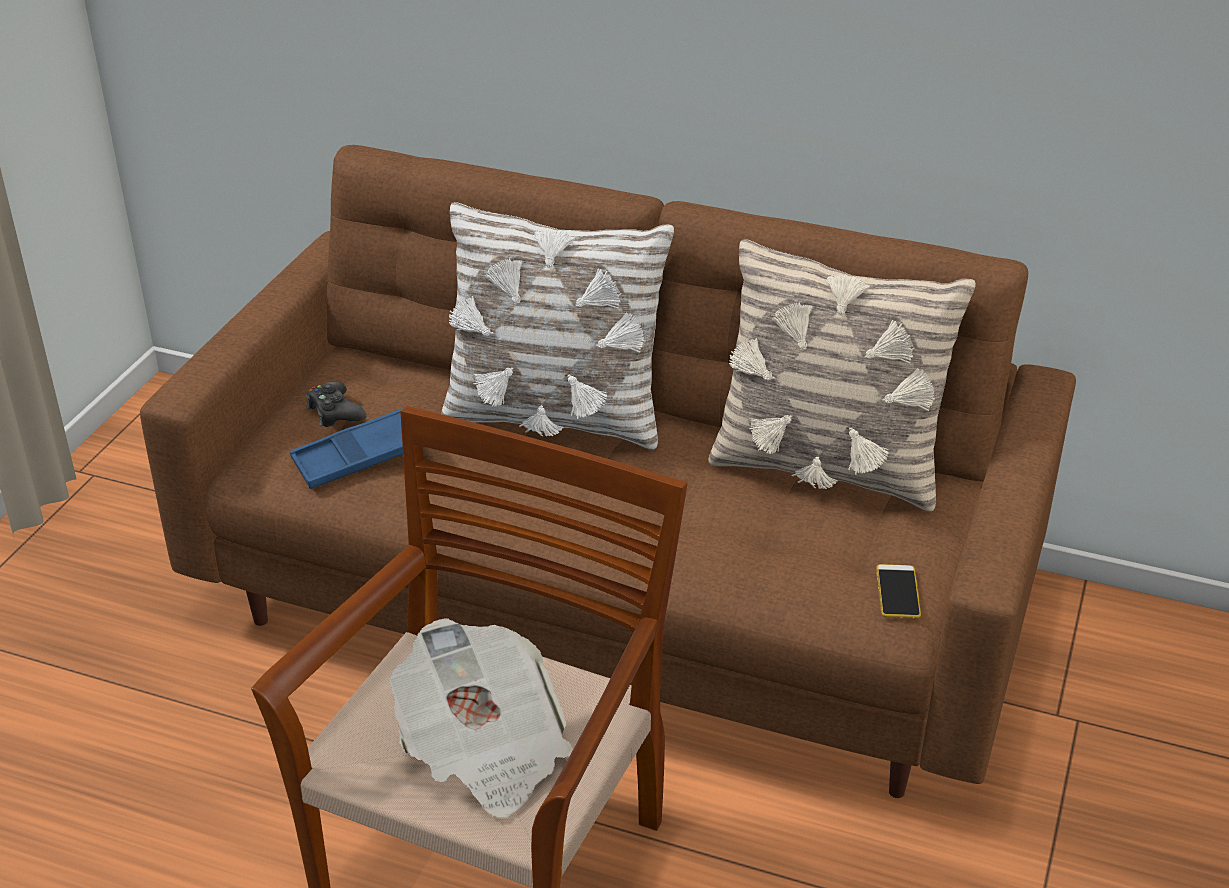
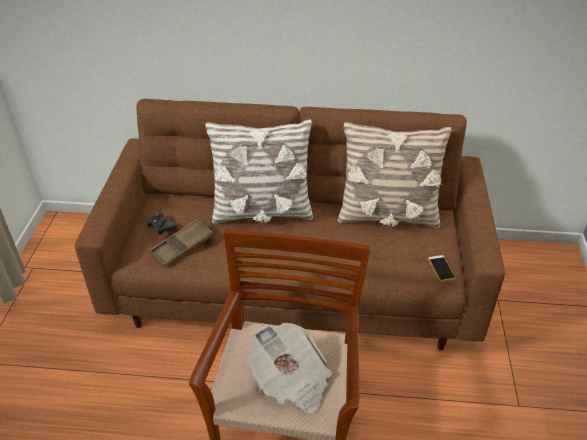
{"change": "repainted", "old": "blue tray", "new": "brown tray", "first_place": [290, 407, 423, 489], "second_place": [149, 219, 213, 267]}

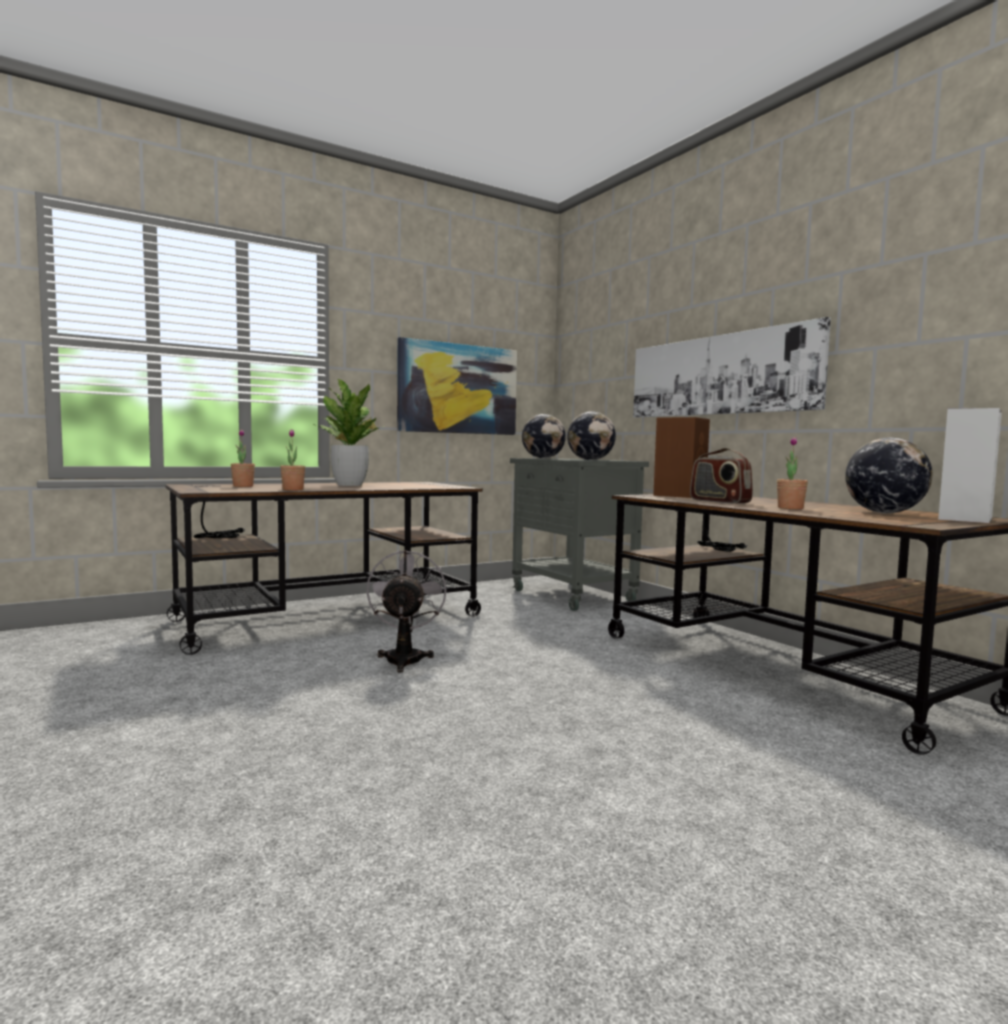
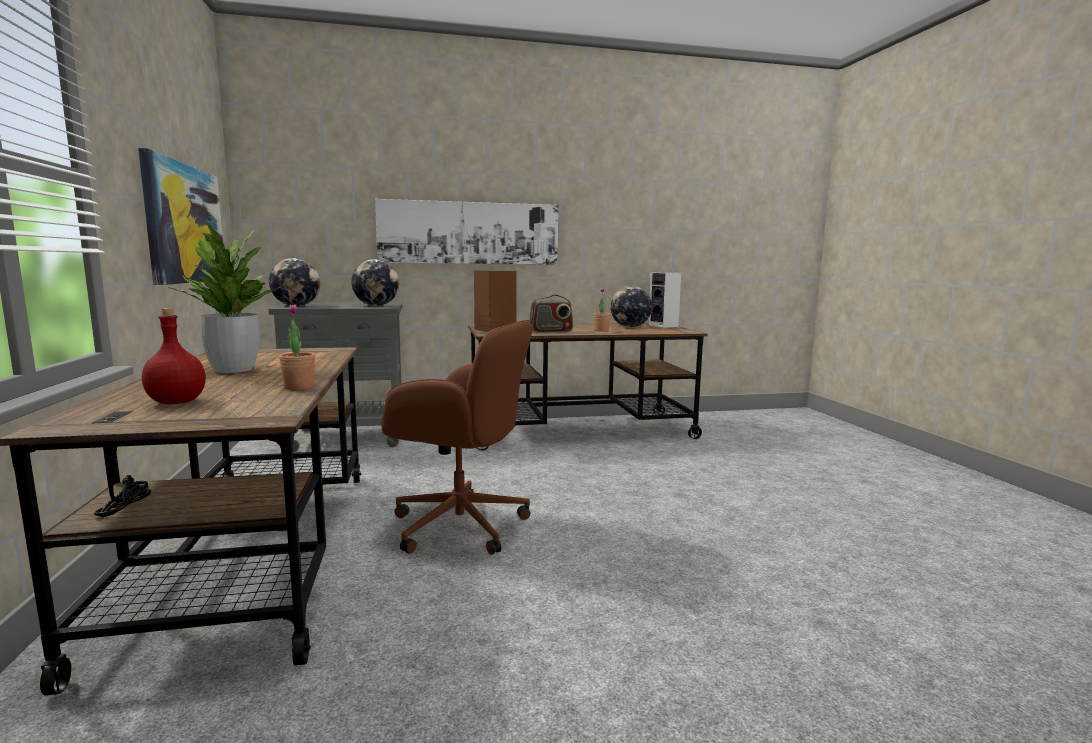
{"change": "swapped", "old": "potted plant", "new": "red bottle", "first_place": [231, 429, 255, 487], "second_place": [142, 308, 206, 404]}
{"change": "swapped", "old": "grey fan", "new": "brown office chair", "first_place": [367, 550, 447, 673], "second_place": [381, 320, 532, 555]}

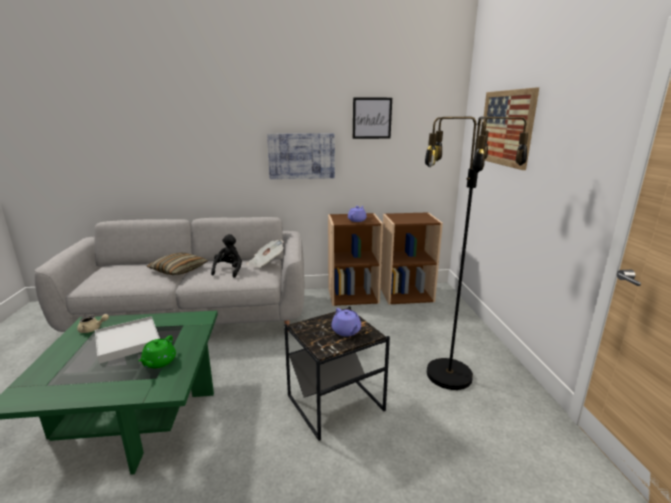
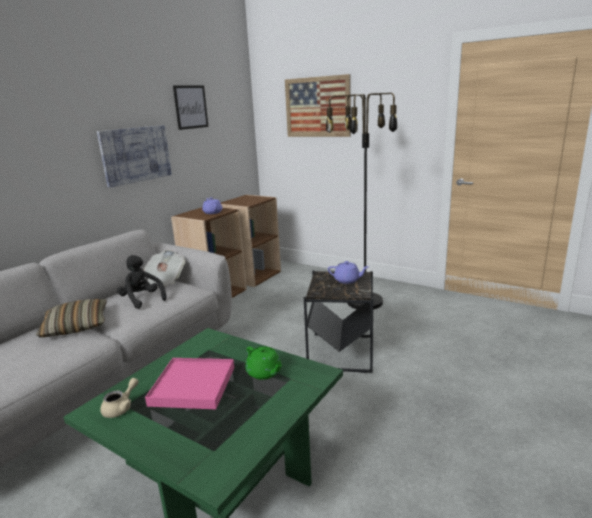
{"change": "repainted", "old": "white tray", "new": "pink tray", "first_place": [95, 316, 160, 364], "second_place": [145, 358, 234, 409]}

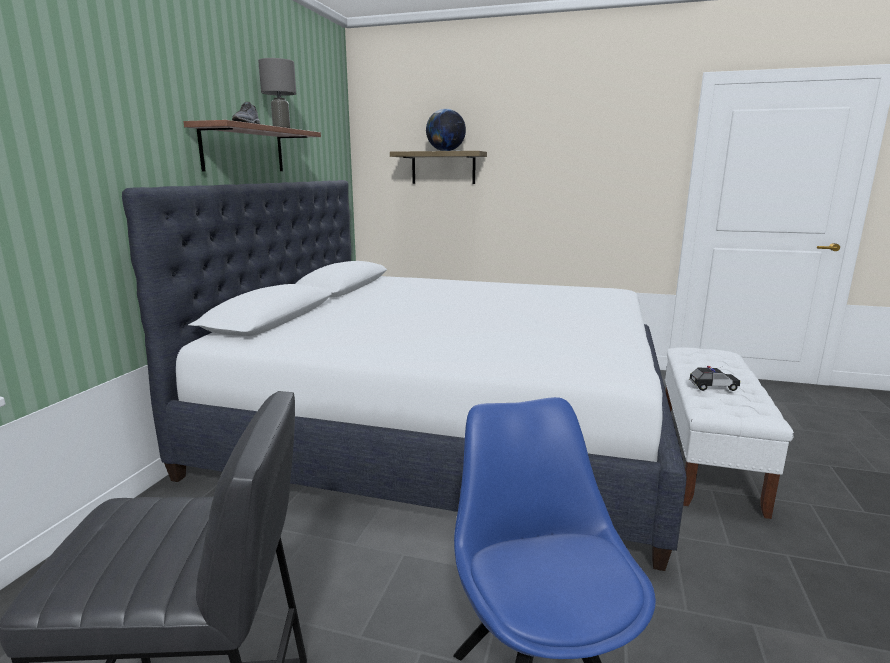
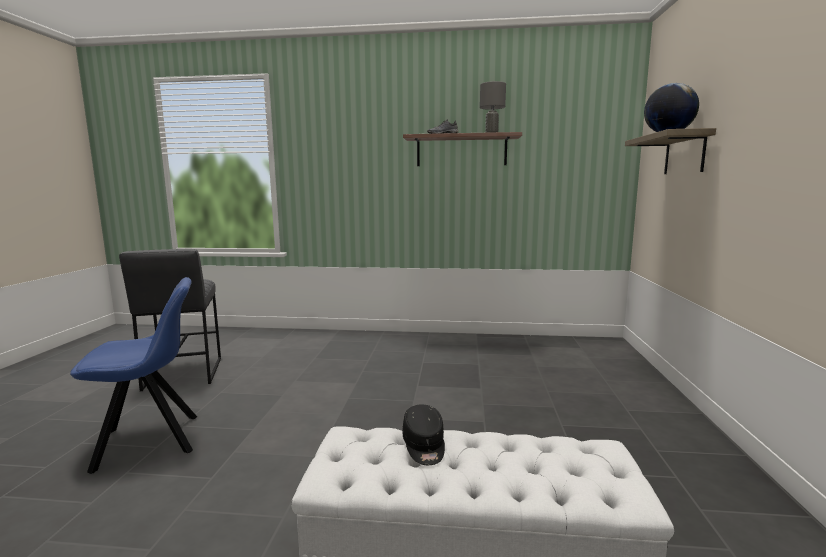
{"change": "gone", "old": "white bed", "first_place": [122, 180, 687, 571]}
{"change": "swapped", "old": "toy car", "new": "black cap", "first_place": [689, 366, 740, 391], "second_place": [403, 405, 445, 465]}

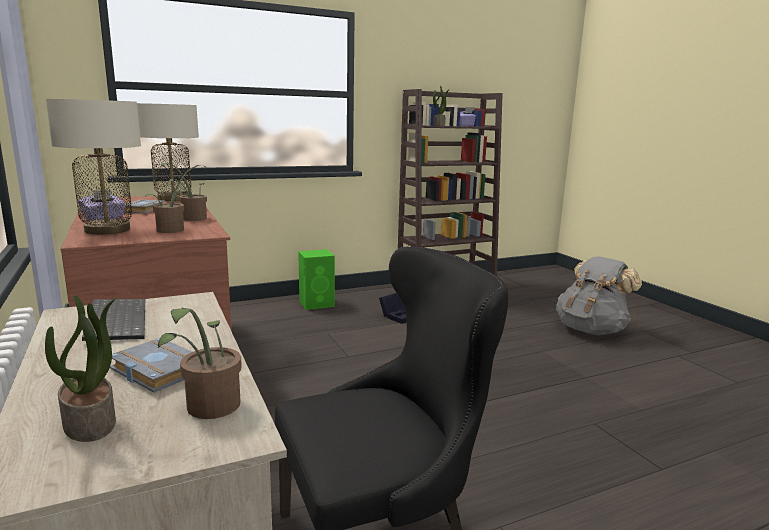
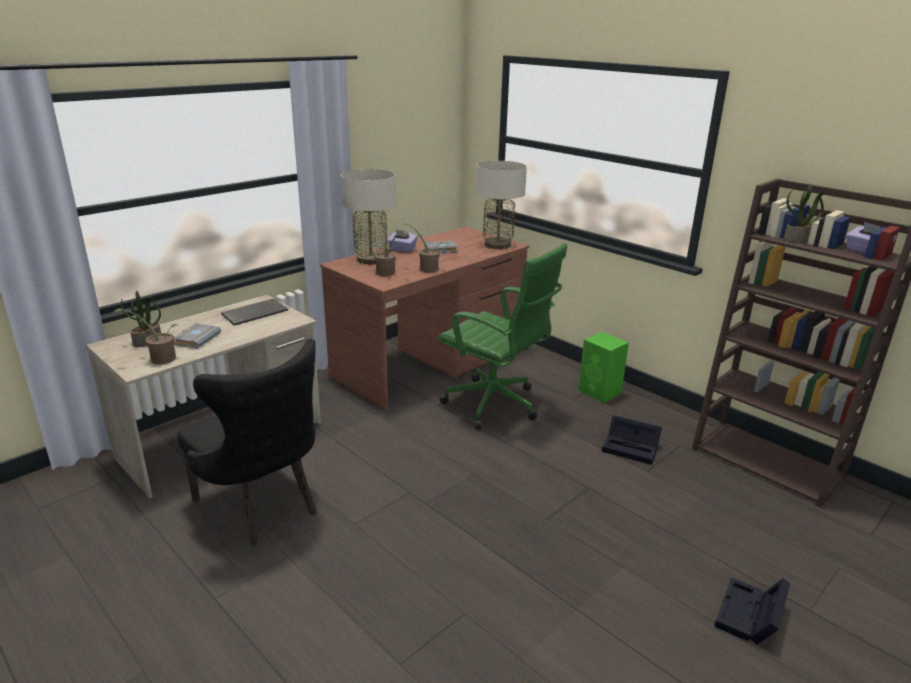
{"change": "swapped", "old": "grey backpack", "new": "black storage box", "first_place": [556, 256, 642, 335], "second_place": [714, 578, 790, 645]}
{"change": "new", "new": "green office chair", "second_place": [438, 243, 567, 429]}

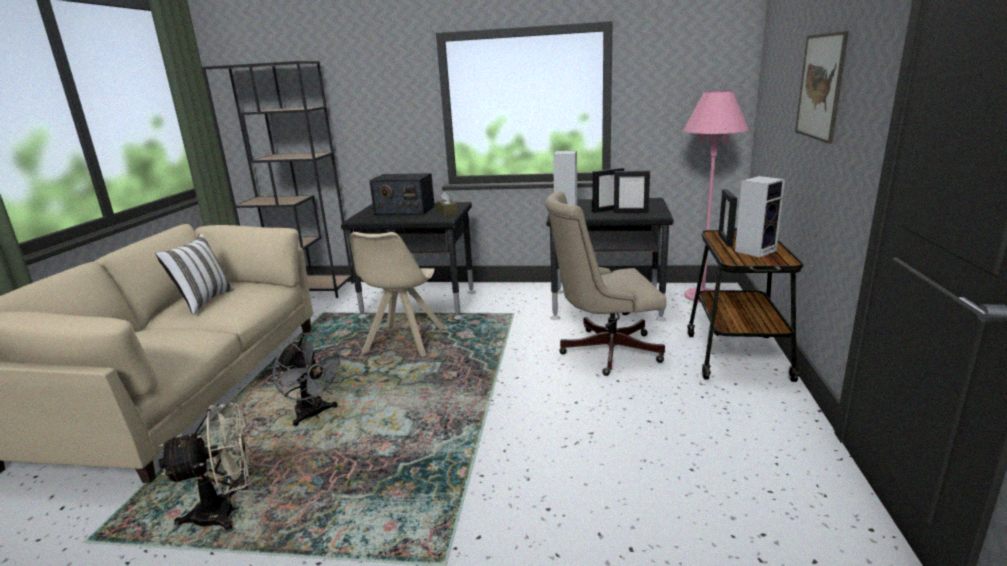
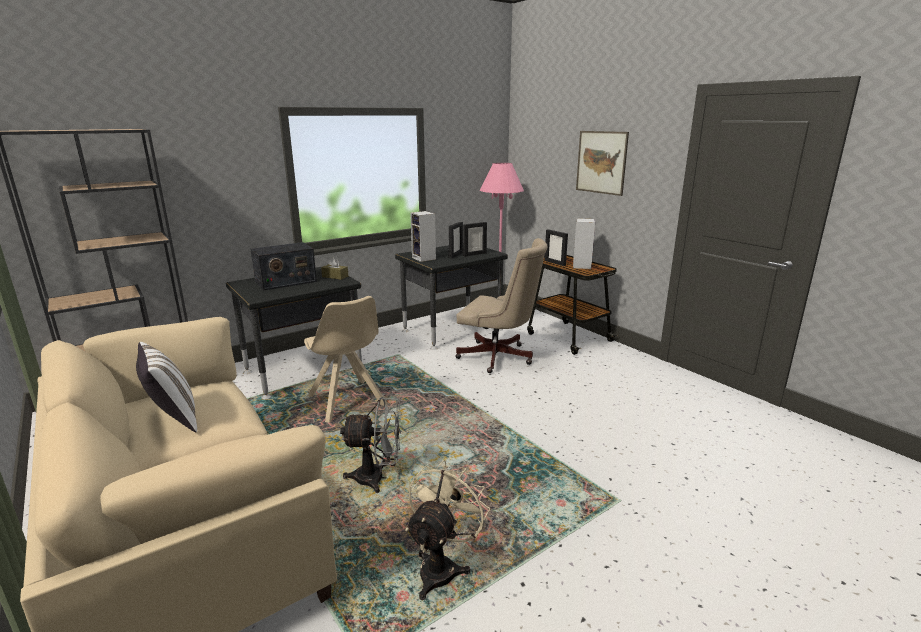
{"change": "rotated", "old": "beige office chair", "first_place": [545, 191, 666, 376], "second_place": [455, 238, 548, 373], "degrees": -105}

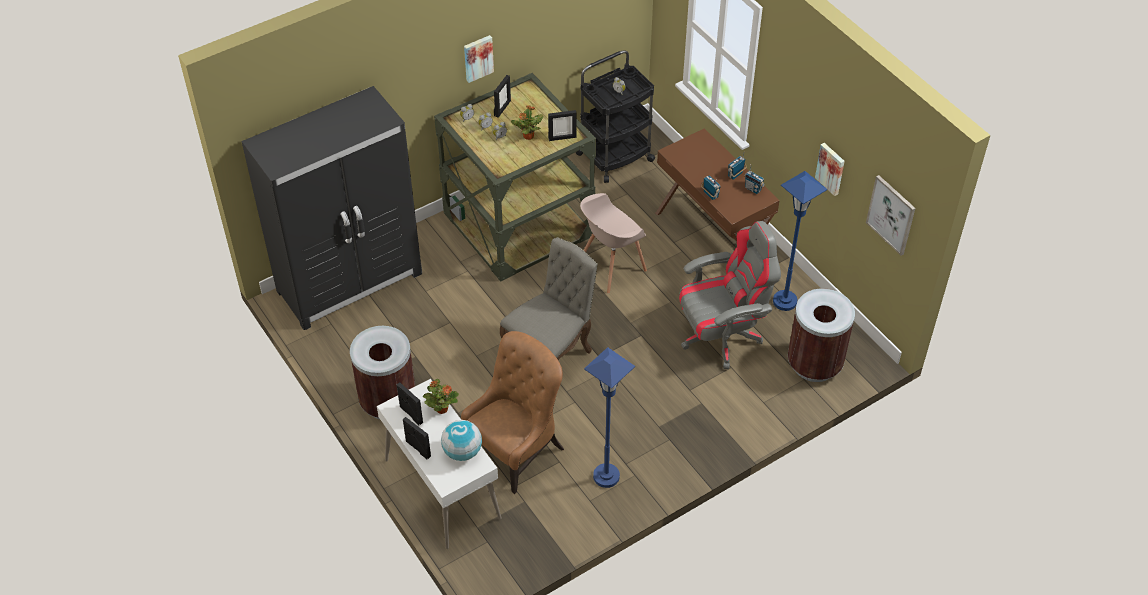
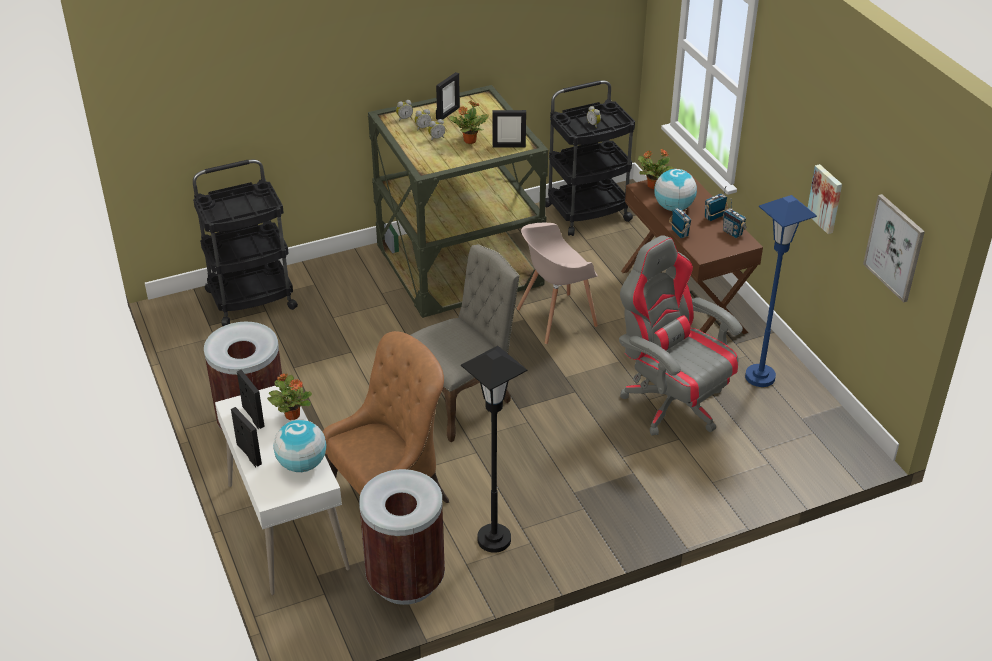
{"change": "swapped", "old": "black cabinet", "new": "black cart", "first_place": [242, 86, 422, 330], "second_place": [193, 160, 298, 326]}
{"change": "gone", "old": "picture", "first_place": [464, 35, 494, 83]}
{"change": "repainted", "old": "blue floor lamp", "new": "black floor lamp", "first_place": [584, 347, 635, 488], "second_place": [461, 346, 527, 553]}
{"change": "rotated", "old": "grey office chair", "first_place": [679, 221, 781, 369], "second_place": [619, 235, 743, 436], "degrees": -120}
{"change": "shifted", "old": "brown trash can", "first_place": [788, 288, 855, 382], "second_place": [359, 469, 445, 605]}
{"change": "new", "new": "potted plant", "second_place": [638, 149, 673, 189]}
{"change": "new", "new": "globe", "second_place": [654, 169, 697, 211]}

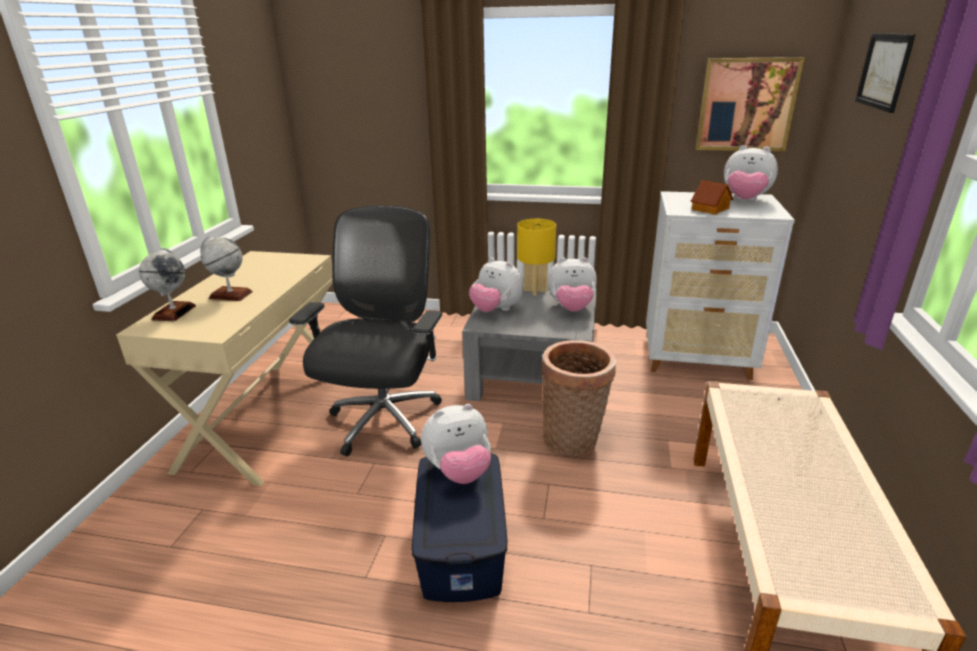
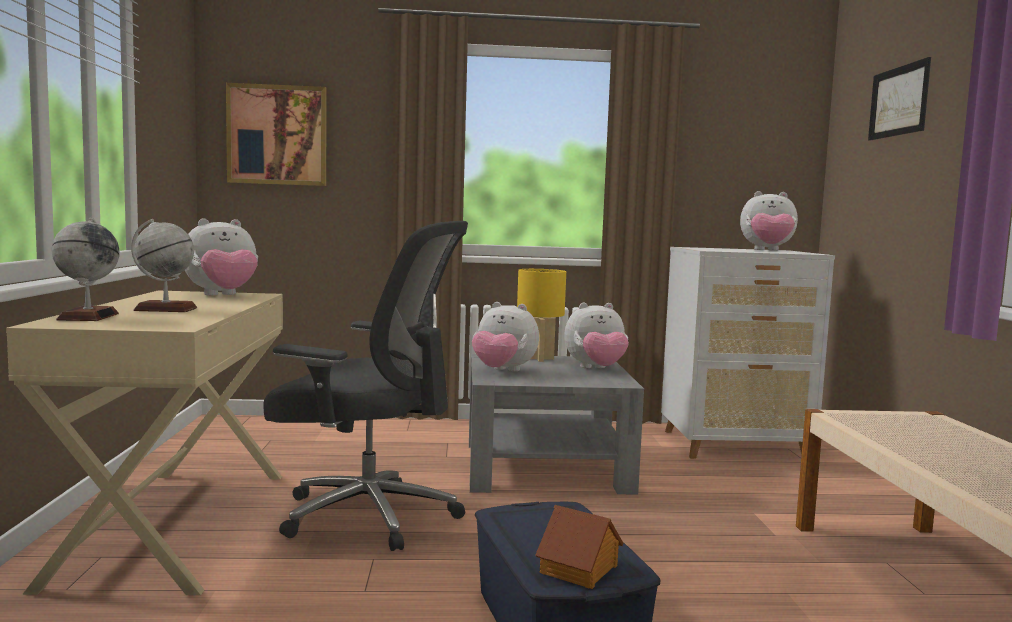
{"change": "rotated", "old": "office chair", "first_place": [289, 206, 442, 456], "second_place": [263, 221, 468, 551], "degrees": 105}
{"change": "shifted", "old": "plush toy", "first_place": [421, 404, 491, 484], "second_place": [185, 218, 258, 295]}
{"change": "gone", "old": "basket", "first_place": [542, 340, 616, 456]}
{"change": "shifted", "old": "toy house", "first_place": [691, 180, 733, 215], "second_place": [535, 505, 623, 589]}
{"change": "shifted", "old": "picture", "first_place": [696, 57, 804, 151], "second_place": [226, 83, 327, 186]}

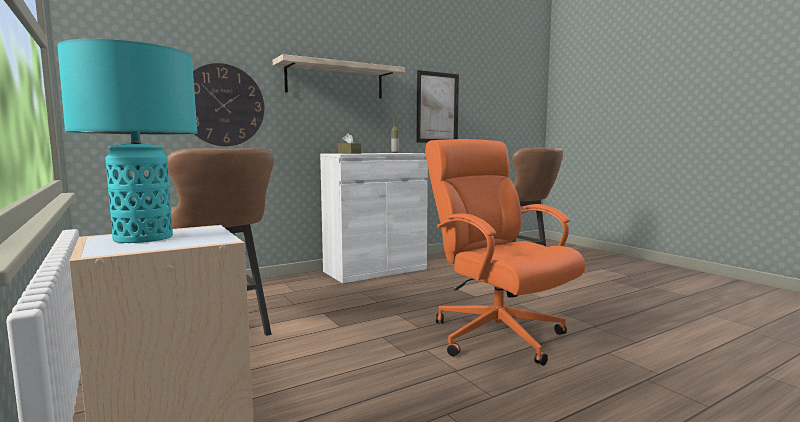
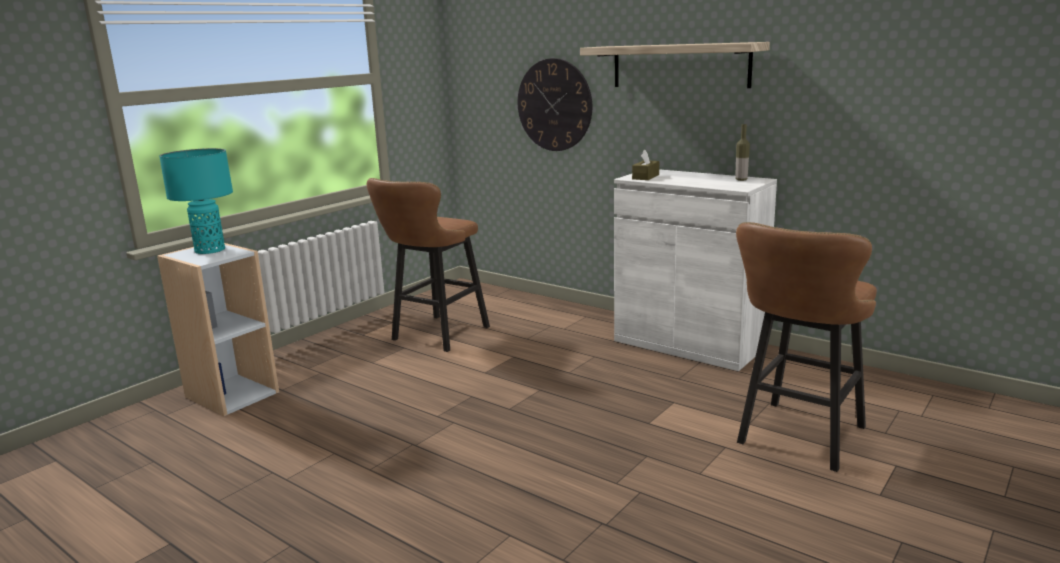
{"change": "gone", "old": "picture", "first_place": [417, 70, 459, 143]}
{"change": "gone", "old": "orange office chair", "first_place": [425, 139, 585, 366]}

